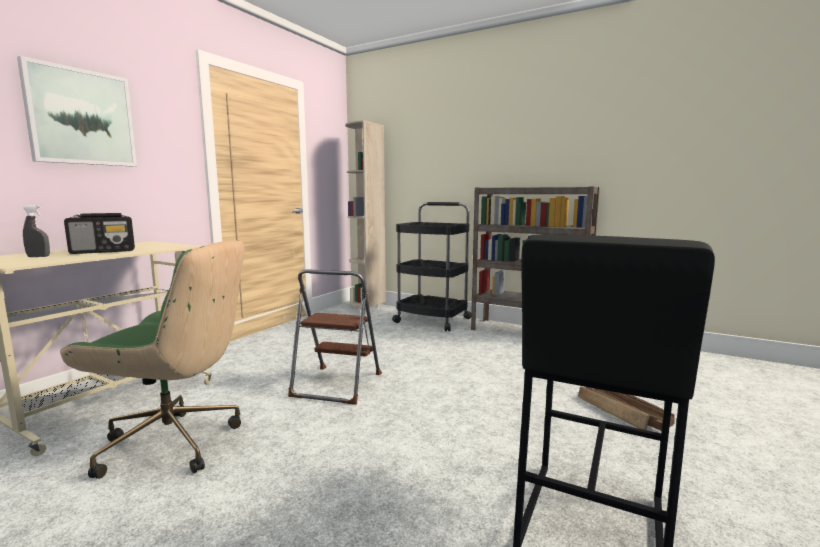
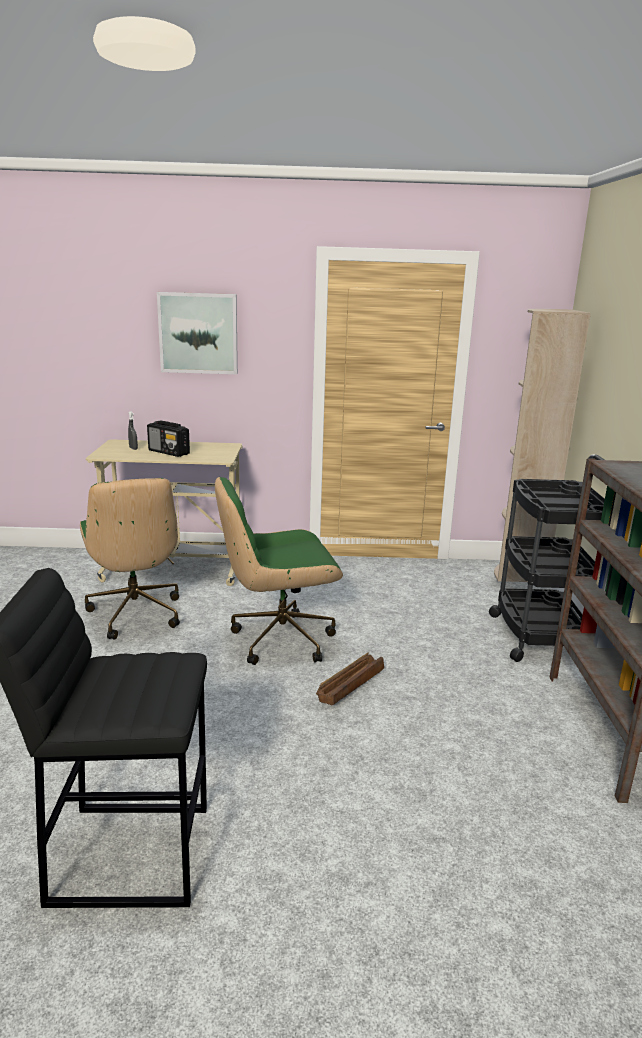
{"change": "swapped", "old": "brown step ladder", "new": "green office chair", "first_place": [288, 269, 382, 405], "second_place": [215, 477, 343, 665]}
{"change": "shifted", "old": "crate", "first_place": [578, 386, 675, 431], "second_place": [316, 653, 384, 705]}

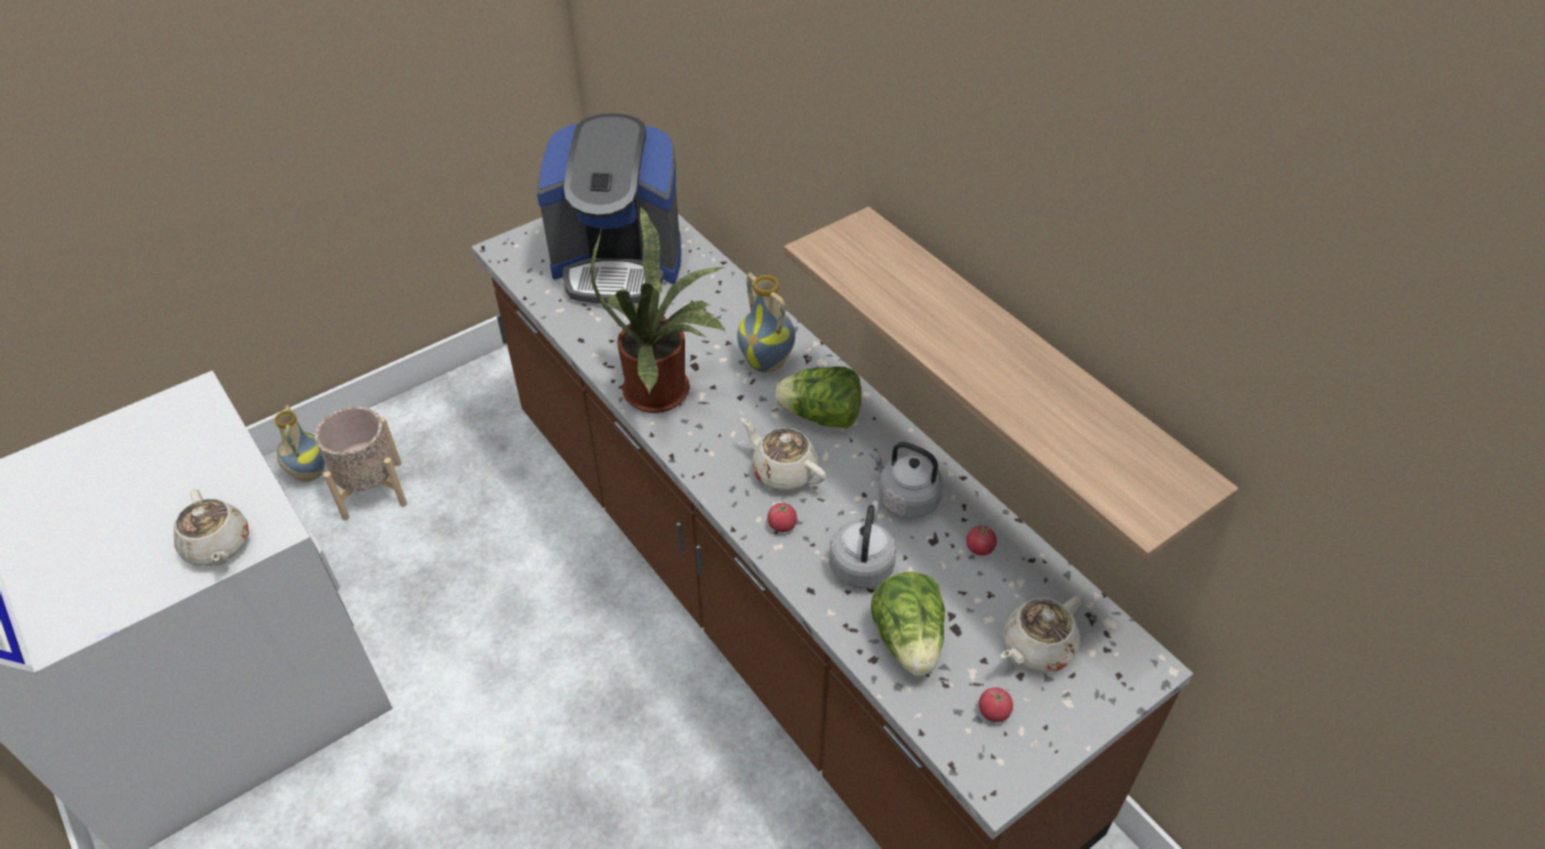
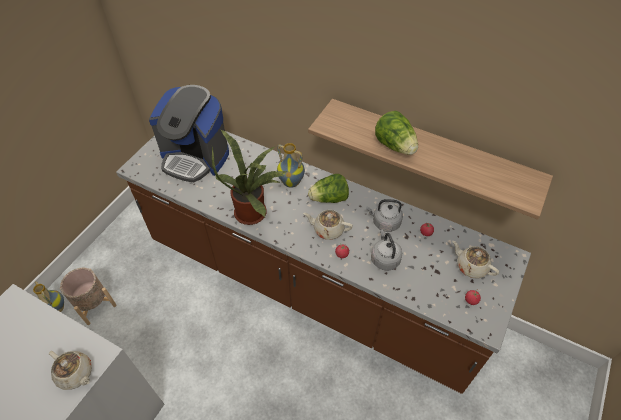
{"change": "rotated", "old": "coffee machine", "first_place": [537, 113, 681, 304], "second_place": [149, 85, 229, 182], "degrees": 45}
{"change": "shifted", "old": "lettuce", "first_place": [871, 572, 945, 676], "second_place": [375, 111, 418, 155]}
{"change": "rotated", "old": "beige teapot", "first_place": [1001, 594, 1084, 672], "second_place": [452, 241, 499, 279], "degrees": 105}

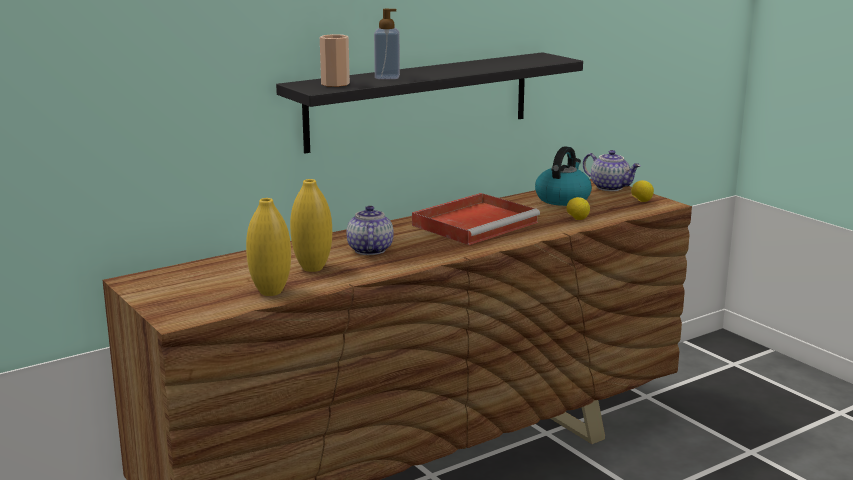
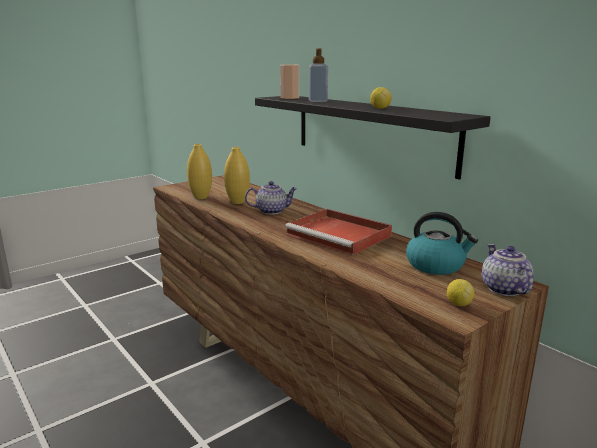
{"change": "shifted", "old": "lemon", "first_place": [567, 197, 590, 220], "second_place": [370, 87, 392, 109]}
{"change": "rotated", "old": "teapot", "first_place": [583, 150, 641, 191], "second_place": [482, 244, 533, 296], "degrees": 135}

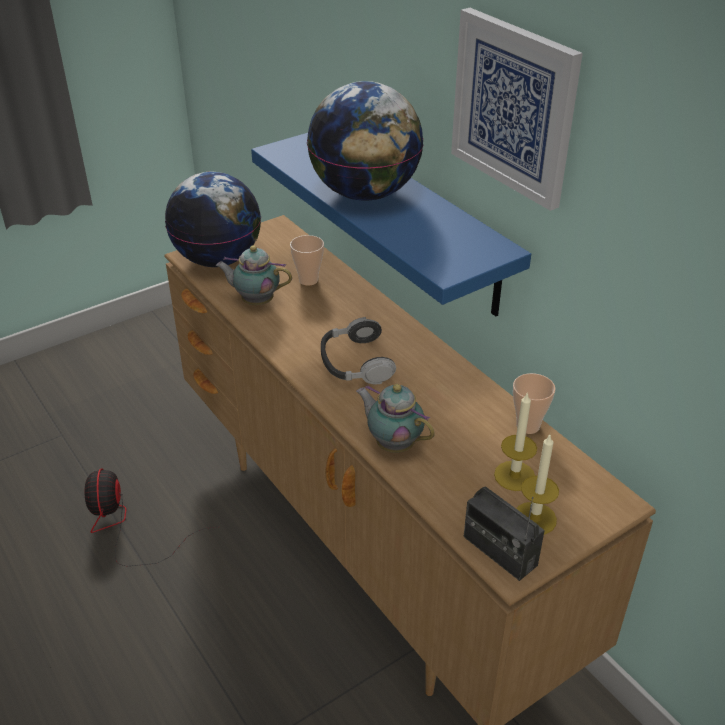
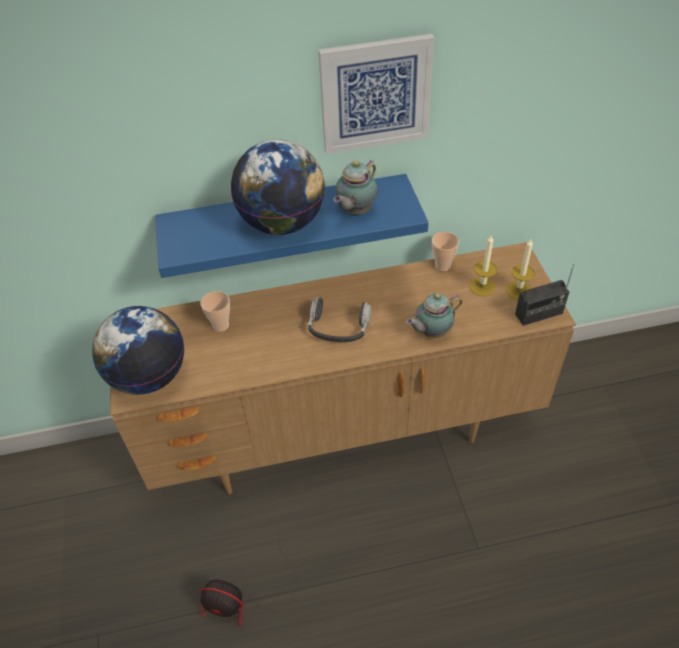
{"change": "shifted", "old": "teapot", "first_place": [216, 245, 292, 305], "second_place": [333, 160, 378, 214]}

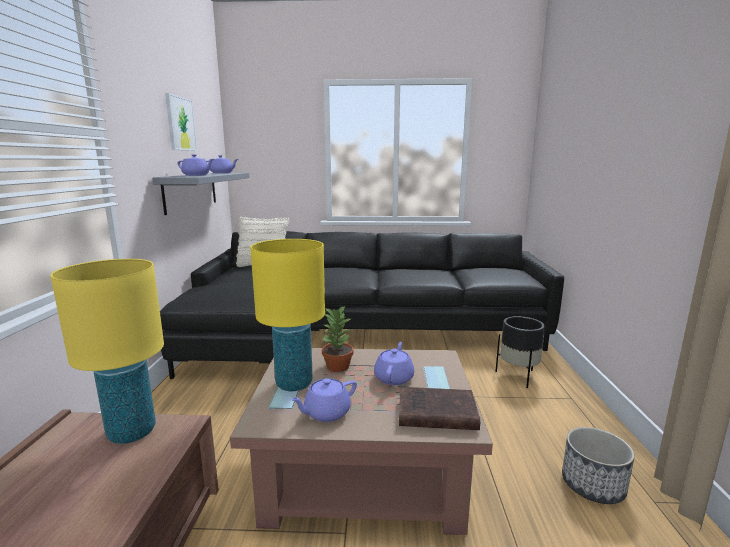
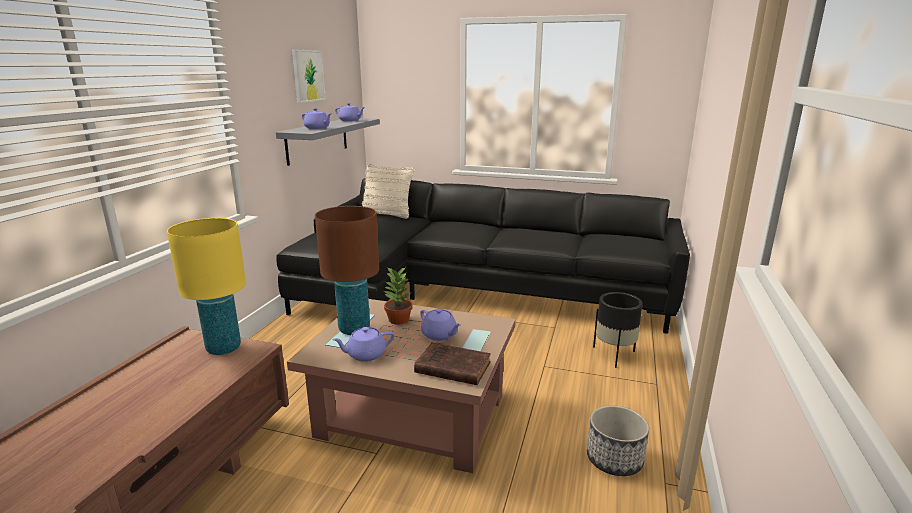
{"change": "repainted", "old": "yellow table lamp", "new": "brown table lamp", "first_place": [250, 239, 325, 391], "second_place": [315, 206, 379, 335]}
{"change": "rotated", "old": "purple teapot", "first_place": [374, 342, 414, 385], "second_place": [420, 309, 461, 341], "degrees": 105}

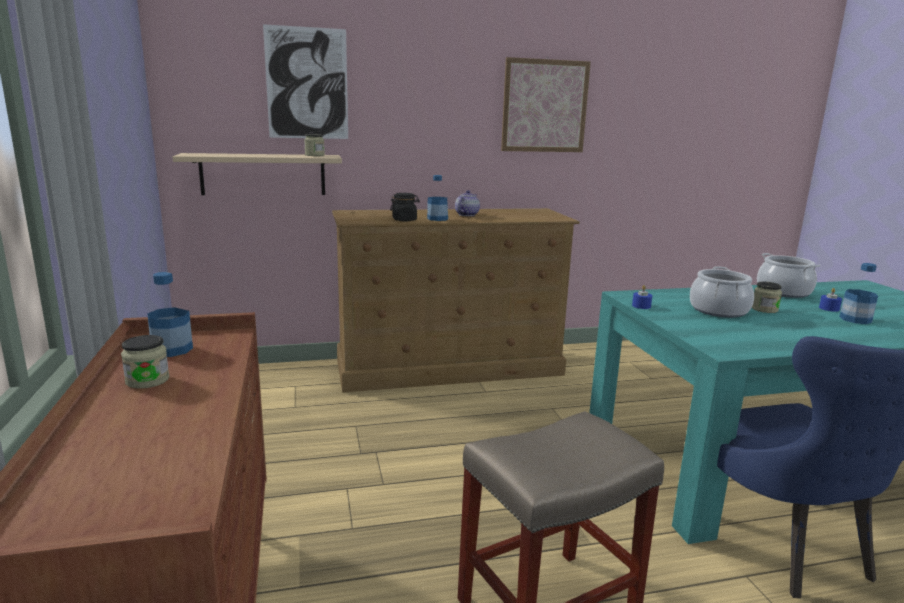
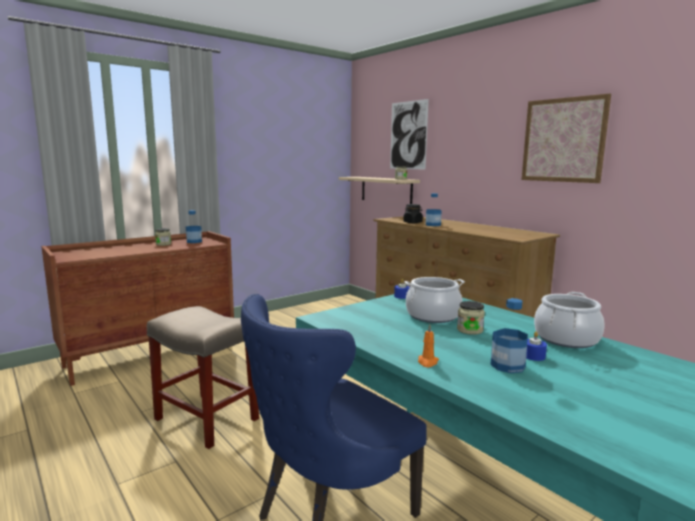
{"change": "gone", "old": "teapot", "first_place": [455, 190, 480, 216]}
{"change": "new", "new": "orange candle", "second_place": [418, 324, 439, 367]}

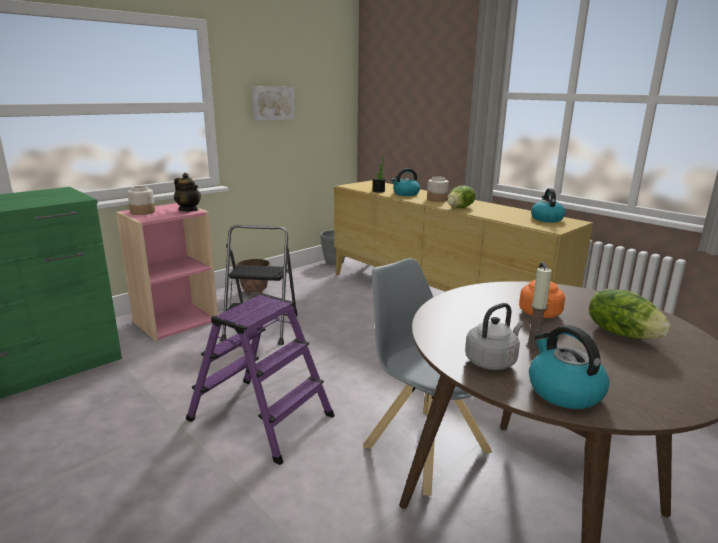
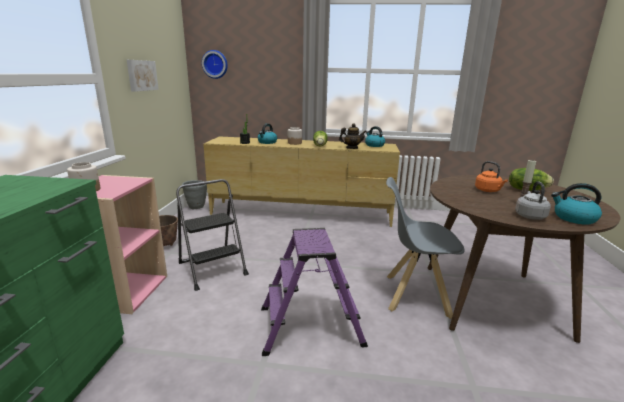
{"change": "shifted", "old": "teapot", "first_place": [174, 173, 201, 212], "second_place": [339, 123, 366, 149]}
{"change": "new", "new": "wall clock", "second_place": [202, 50, 228, 79]}

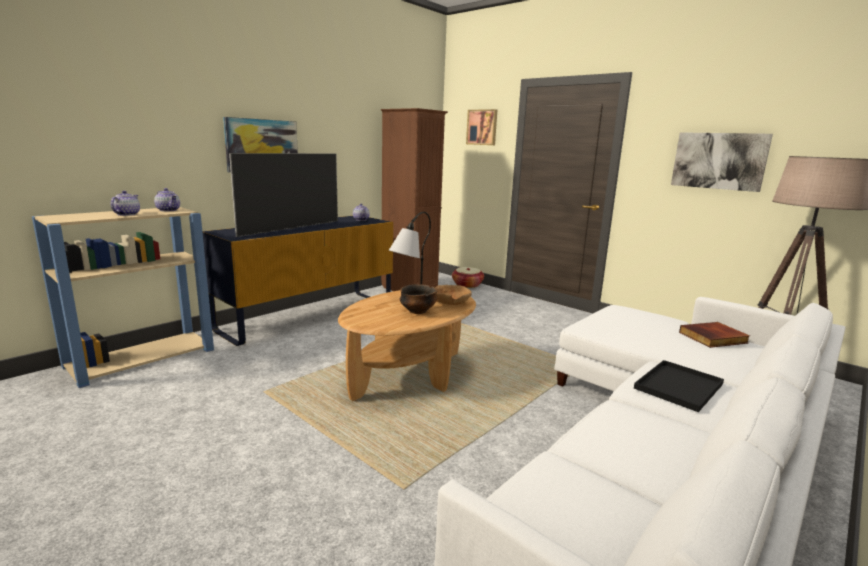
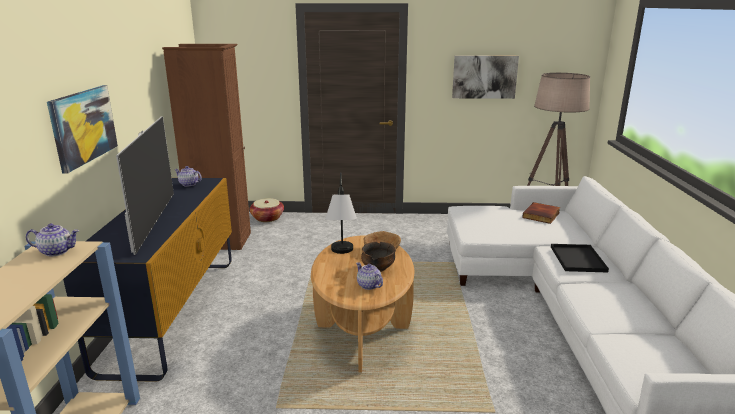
{"change": "shifted", "old": "teapot", "first_place": [111, 191, 140, 216], "second_place": [356, 262, 383, 290]}
{"change": "gone", "old": "picture", "first_place": [466, 109, 497, 145]}

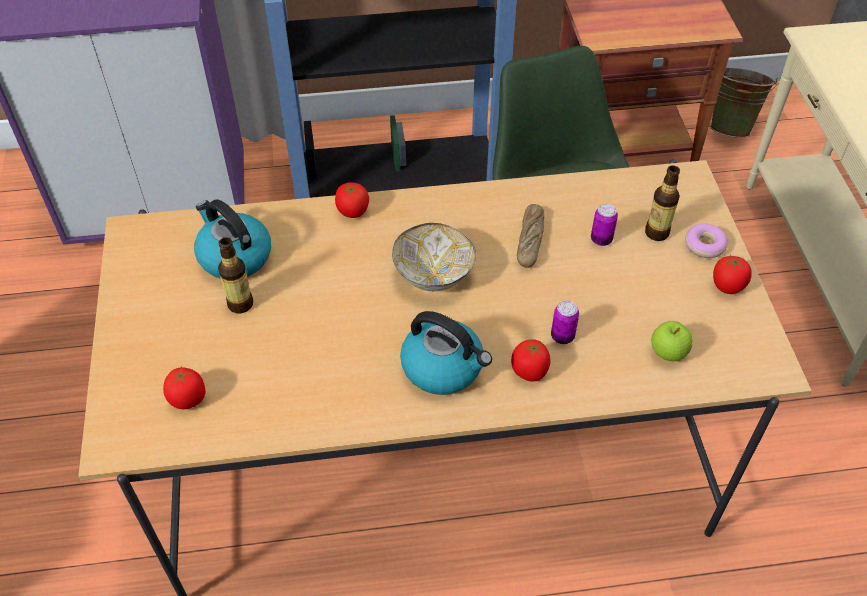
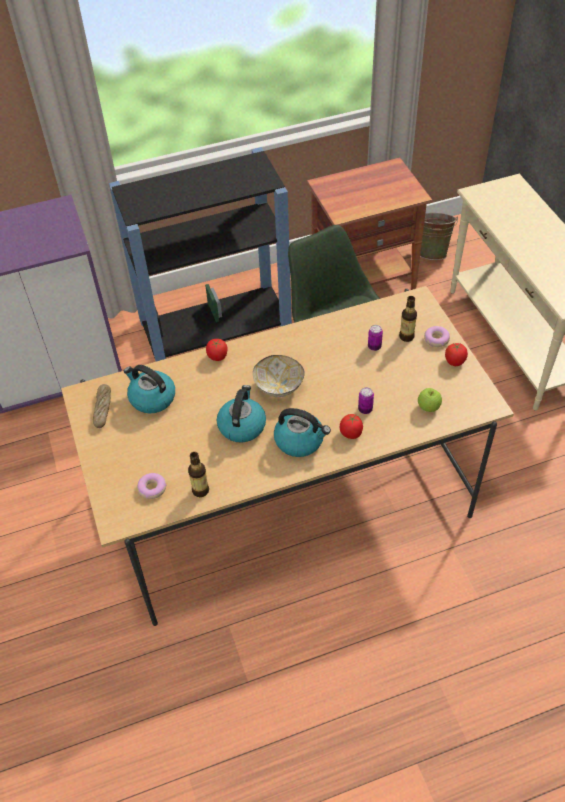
{"change": "swapped", "old": "tomato", "new": "donut", "first_place": [163, 367, 205, 409], "second_place": [137, 473, 167, 499]}
{"change": "shifted", "old": "bottle", "first_place": [218, 237, 253, 313], "second_place": [188, 452, 209, 497]}
{"change": "shifted", "old": "bread", "first_place": [517, 204, 545, 268], "second_place": [93, 384, 111, 428]}
{"change": "new", "new": "kettle", "second_place": [217, 385, 266, 442]}

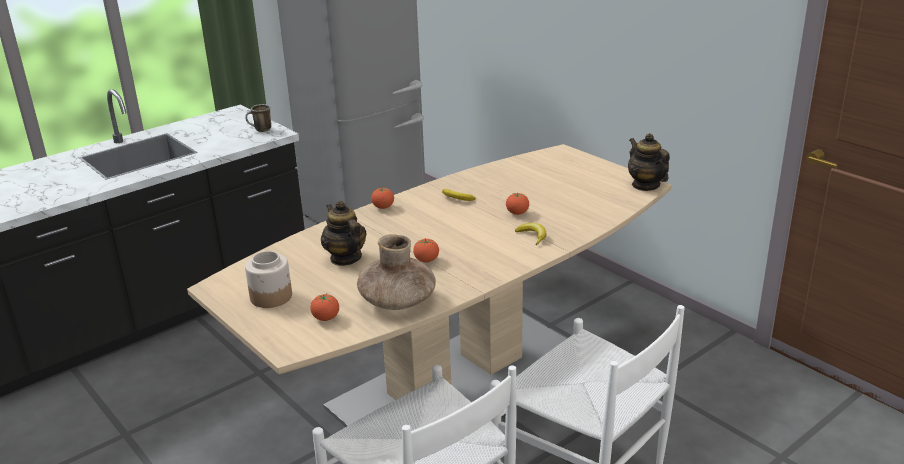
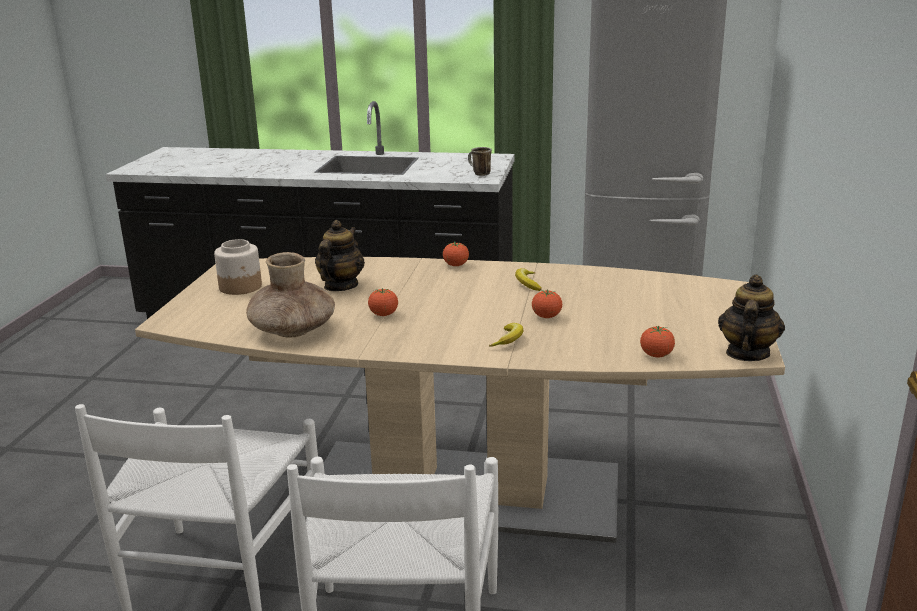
{"change": "shifted", "old": "tomato", "first_place": [310, 293, 339, 321], "second_place": [640, 326, 675, 357]}

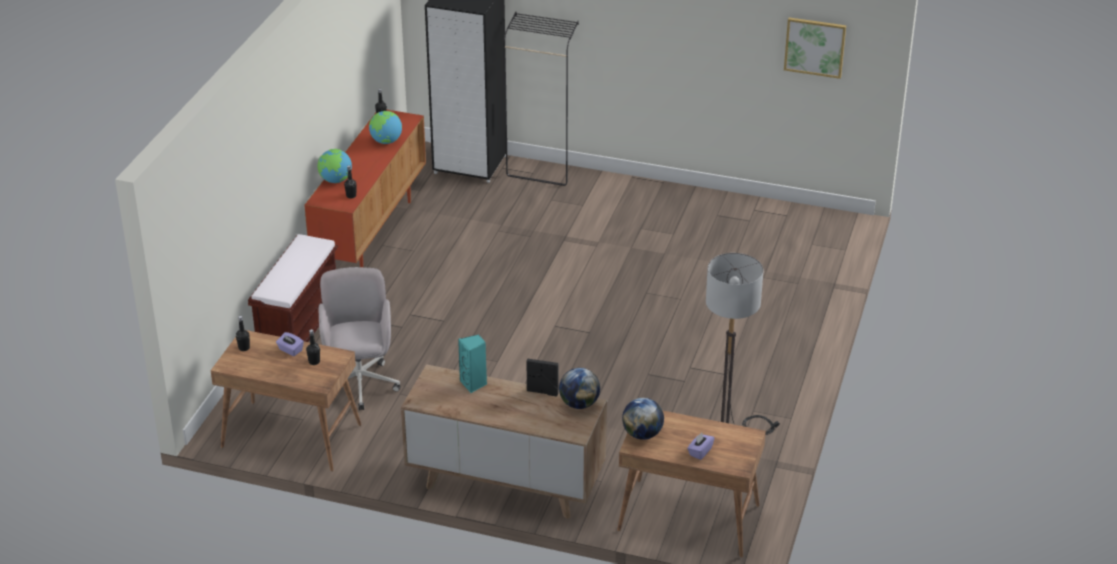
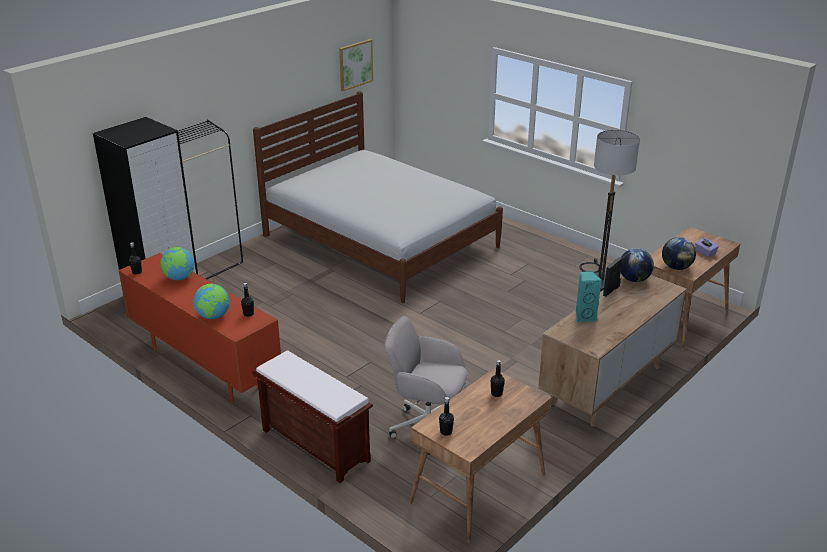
{"change": "gone", "old": "purple tissue box", "first_place": [276, 332, 304, 356]}
{"change": "new", "new": "white bed", "second_place": [253, 91, 503, 303]}

